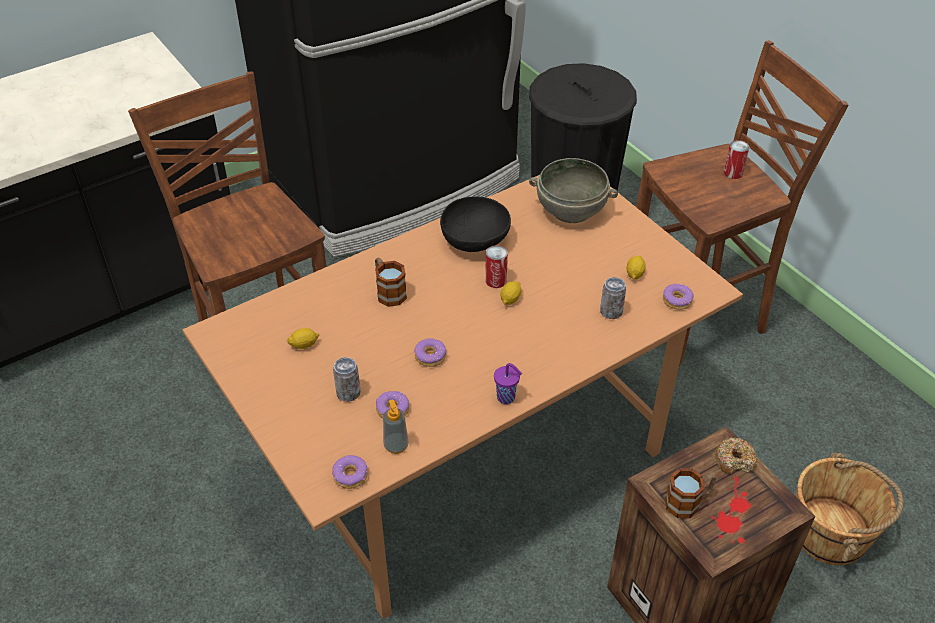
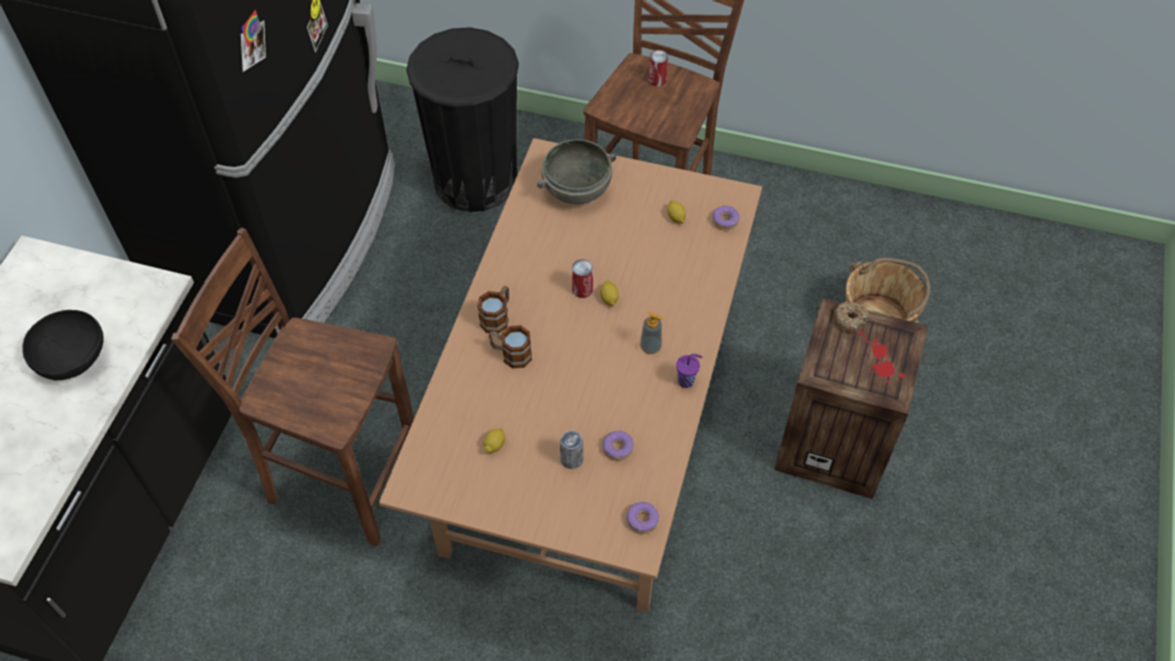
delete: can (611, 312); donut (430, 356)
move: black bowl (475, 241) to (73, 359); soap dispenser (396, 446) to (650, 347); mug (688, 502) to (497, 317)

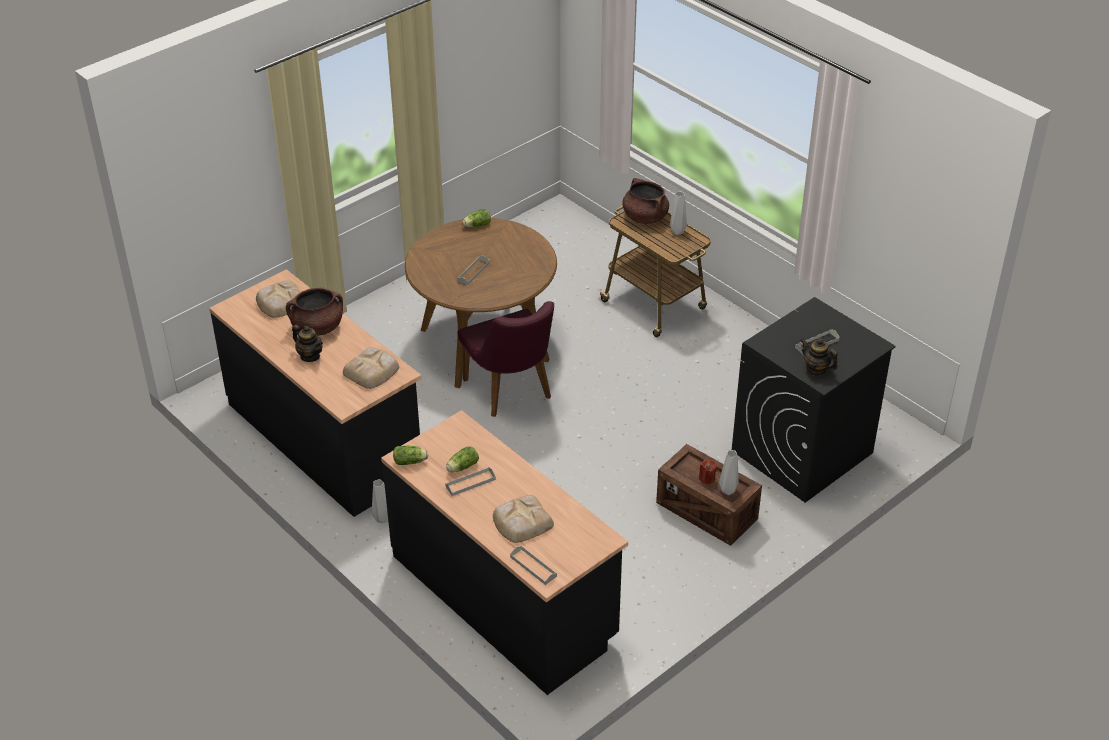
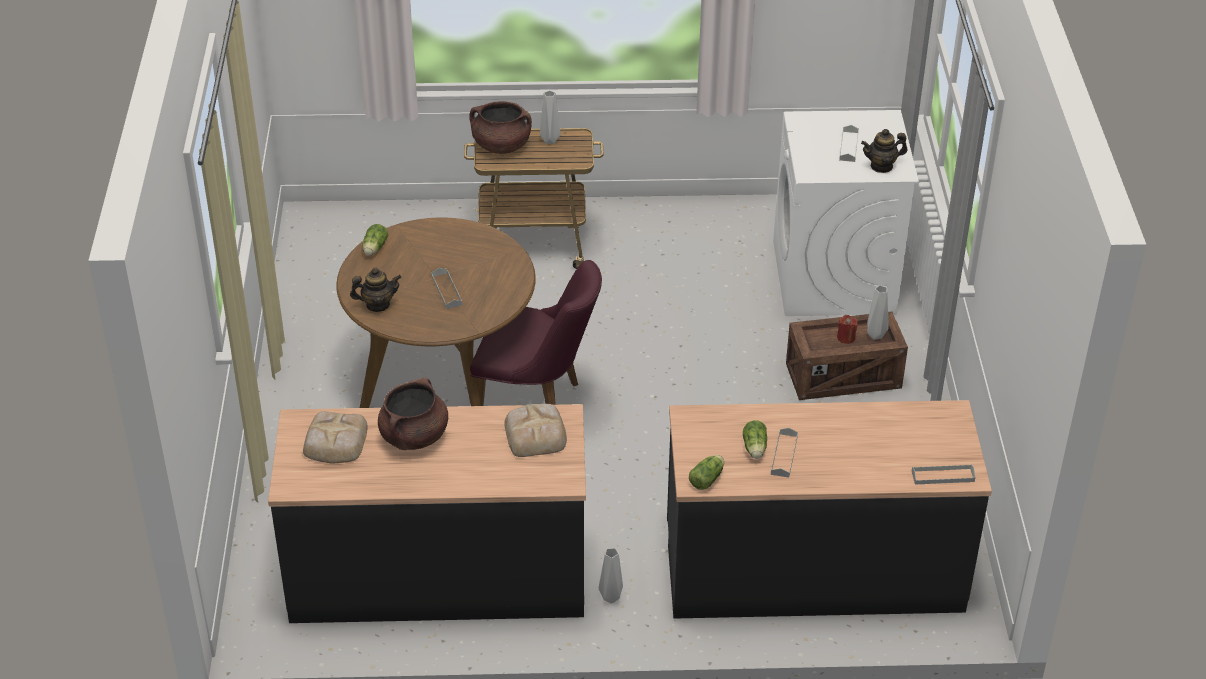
delete: bread (521, 522)
move: teapot (310, 356) to (377, 305)
recolor: black washing machine (802, 452) to white washing machine (834, 278)

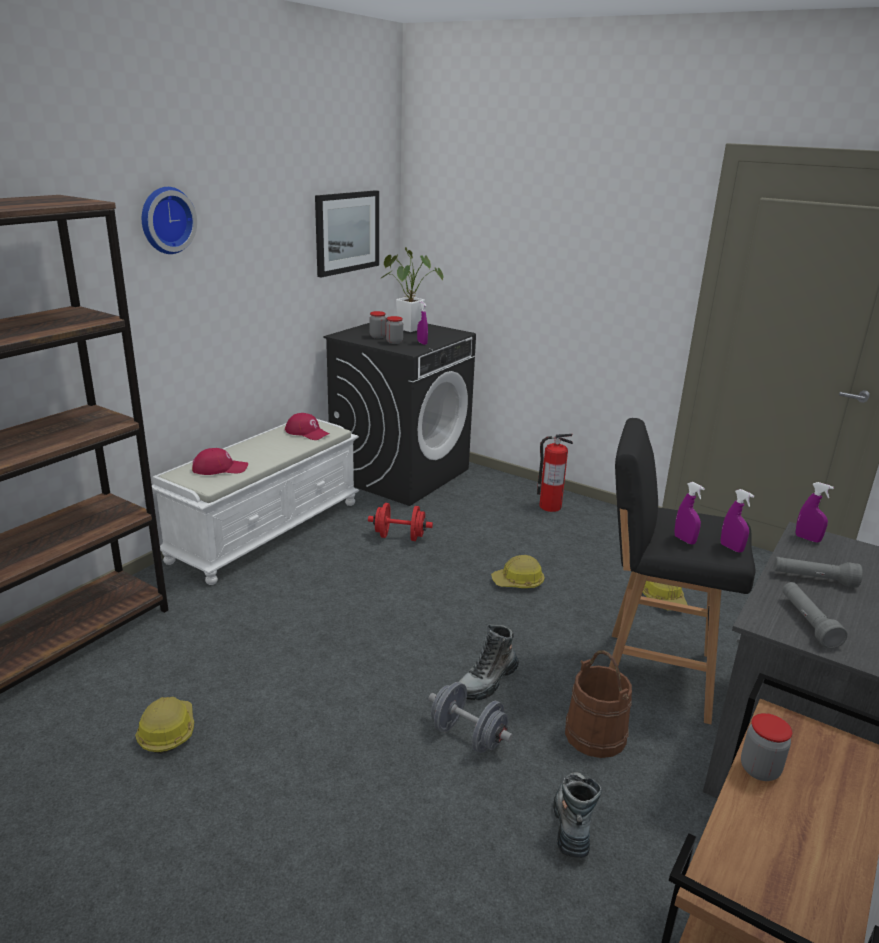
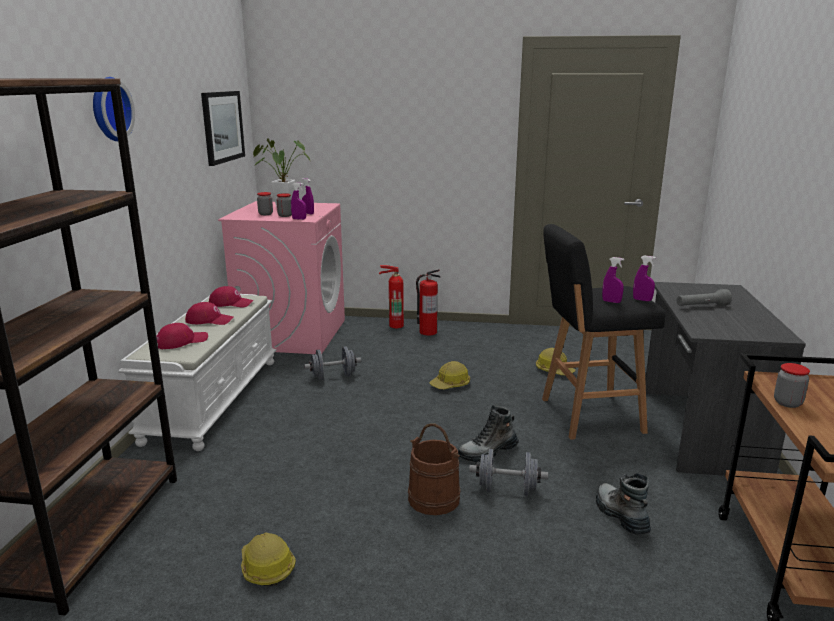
delete: grey flashlight (807, 622)
insert: fire extinguisher (395, 325); red cap (209, 320)
move: purple spray bottle (807, 539) to (299, 219); brown bucket (596, 734) to (434, 498)
recolor: black washing machine (400, 473) to pink washing machine (292, 334); red dumbbell (400, 537) to grey dumbbell (333, 377)
rotate: boot (487, 681) = (488, 452) 45 degrees clockwise

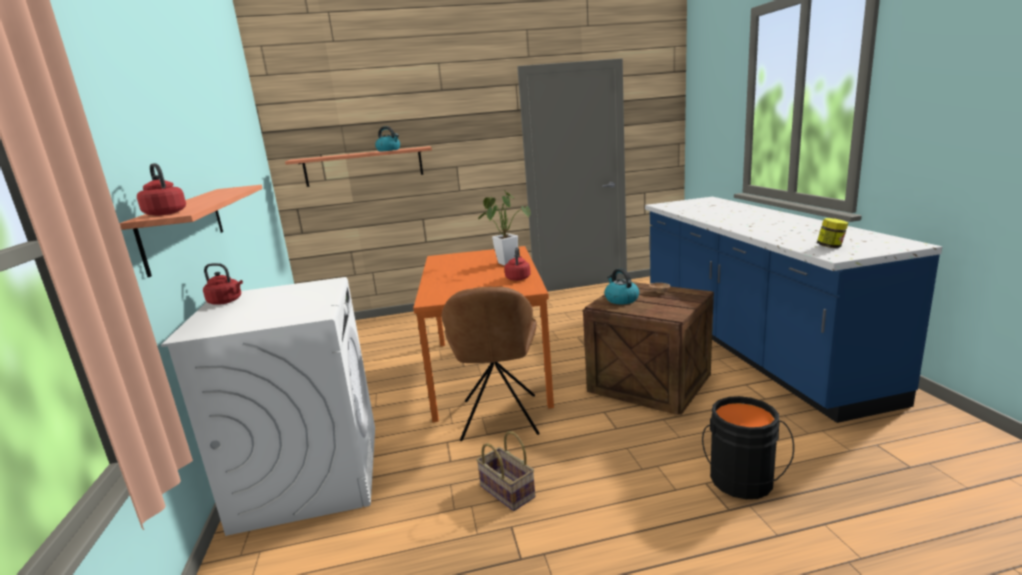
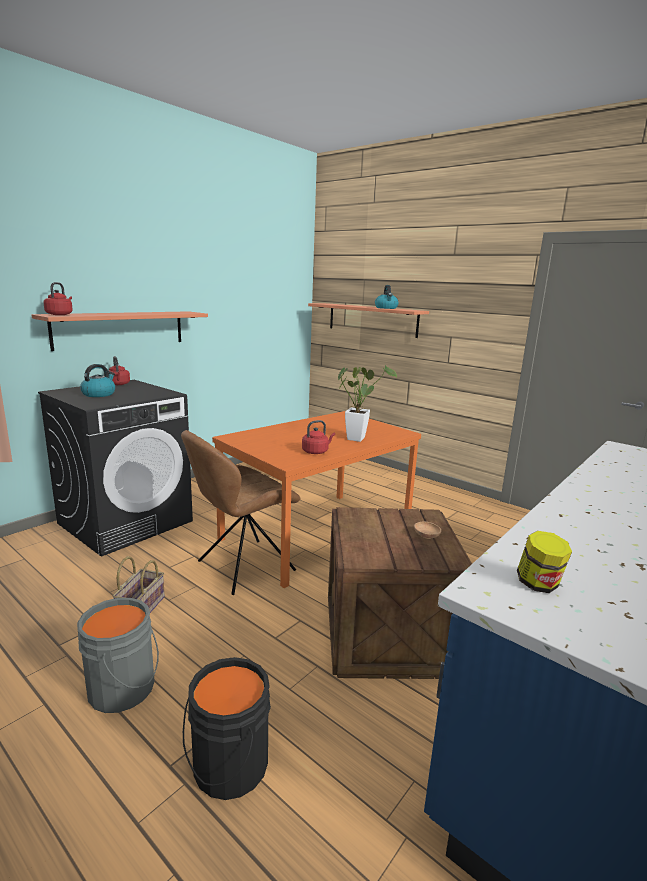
insert: grey bucket (125, 688)
move: kettle (621, 299) to (99, 394)
recolor: white washing machine (310, 474) to black washing machine (126, 522)

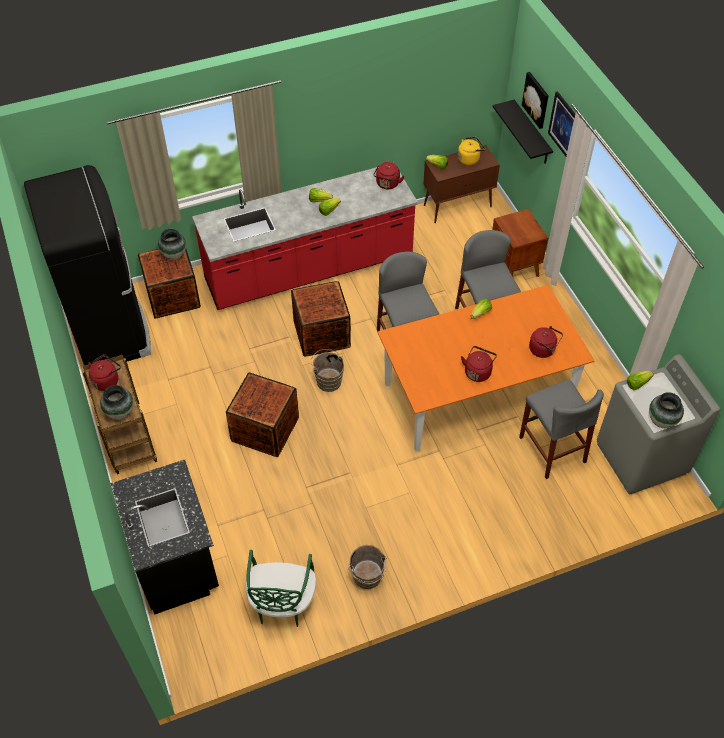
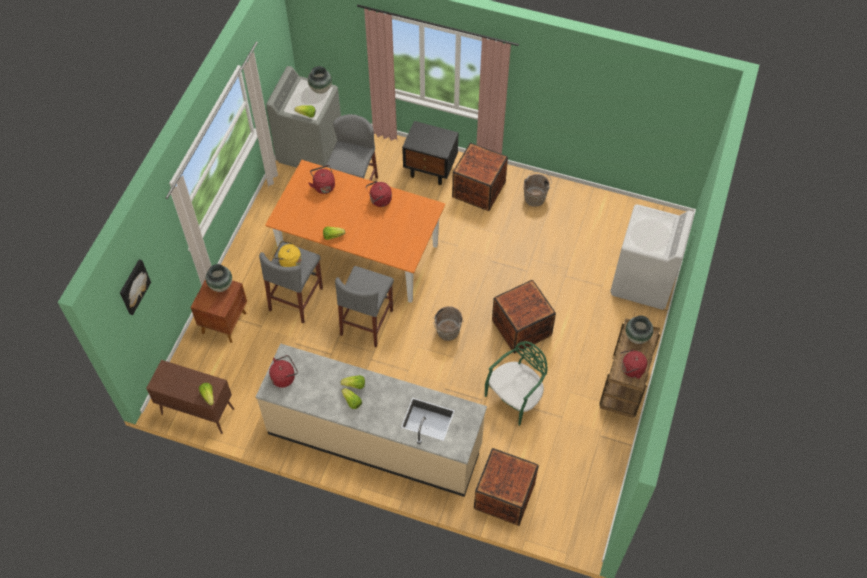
delete: picture (563, 125); black shelf (531, 133); black fridge (110, 328)
insert: black nightstand (431, 170)
move: yellow kettle (469, 159) to (288, 262); vase (174, 255) to (221, 286); crate (321, 334) to (479, 189); green chair (282, 603) to (515, 398)
replace: black counter (176, 561) to white washing machine (643, 281)
recolor: red counter (309, 269) to beige counter (375, 439)

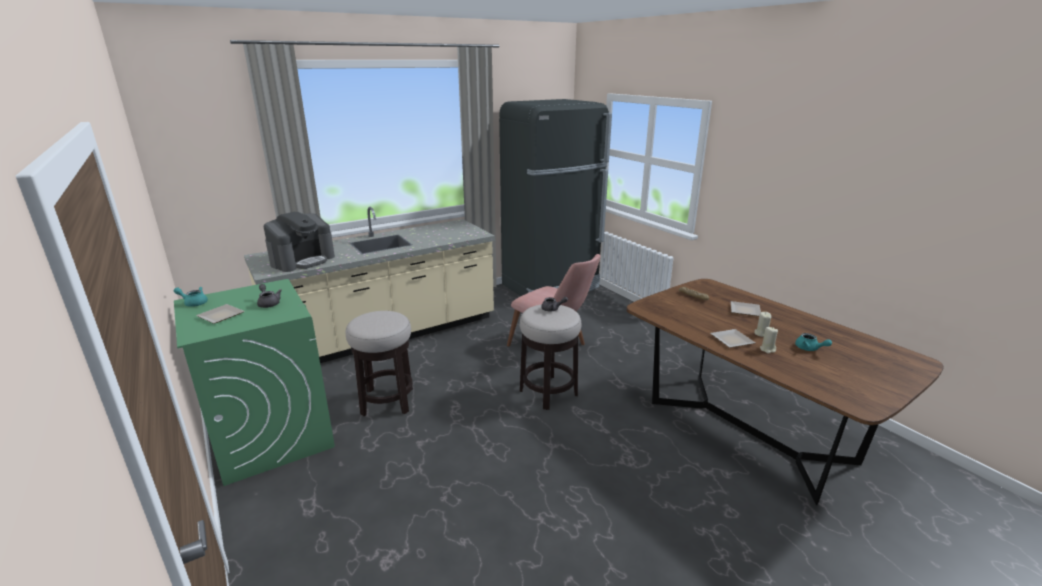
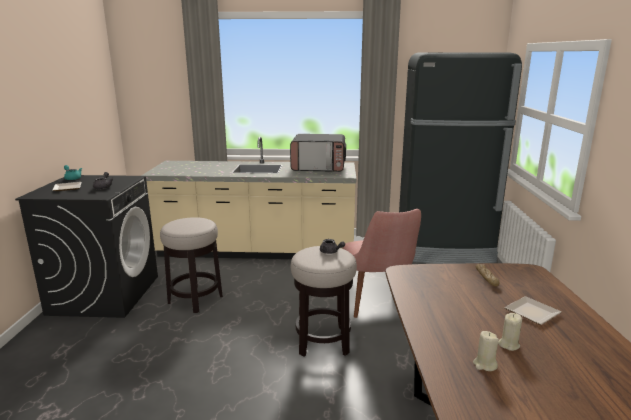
delete: coffee machine (303, 260); plate (731, 341); turquoise teapot (809, 349)
insert: microwave (319, 167)
recolor: green washing machine (271, 435) to black washing machine (105, 294)

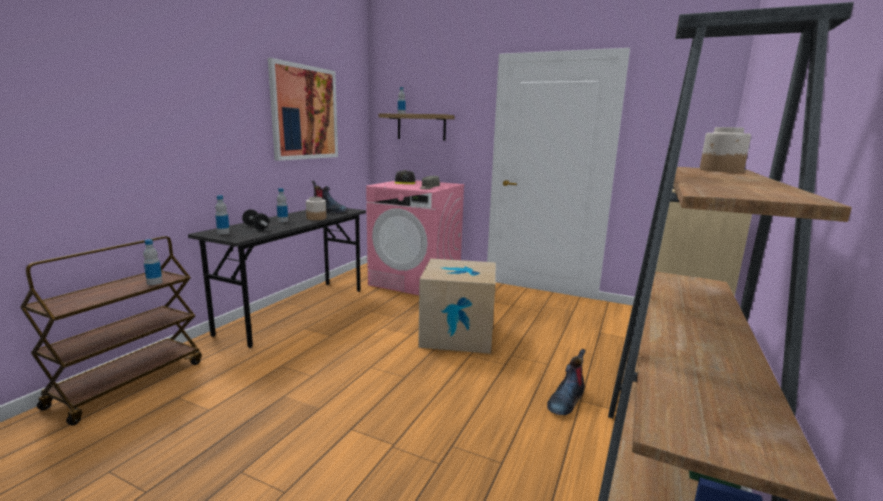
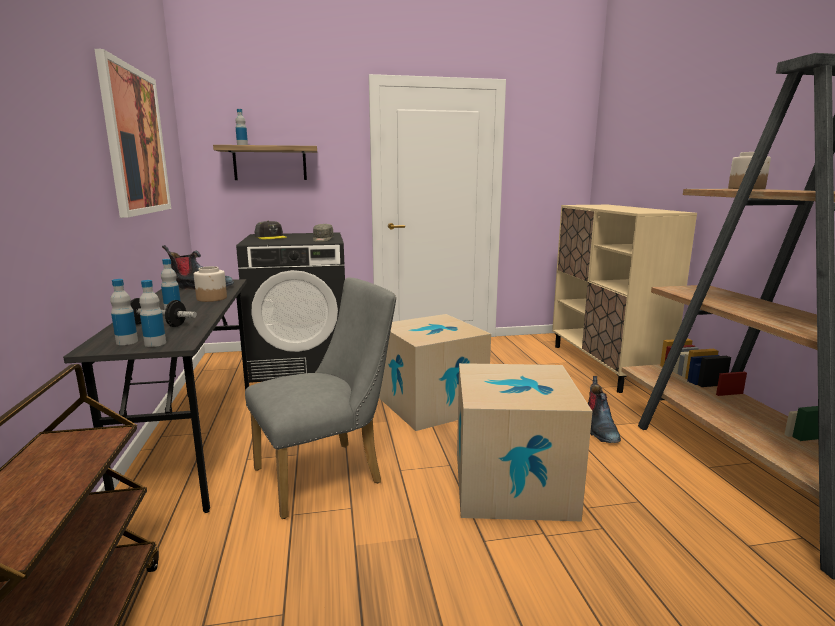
insert: grey chair (327, 474); cardboard box (512, 484)
move: bottle (154, 282) to (155, 343)
recolor: pink washing machine (416, 281) to black washing machine (302, 363)

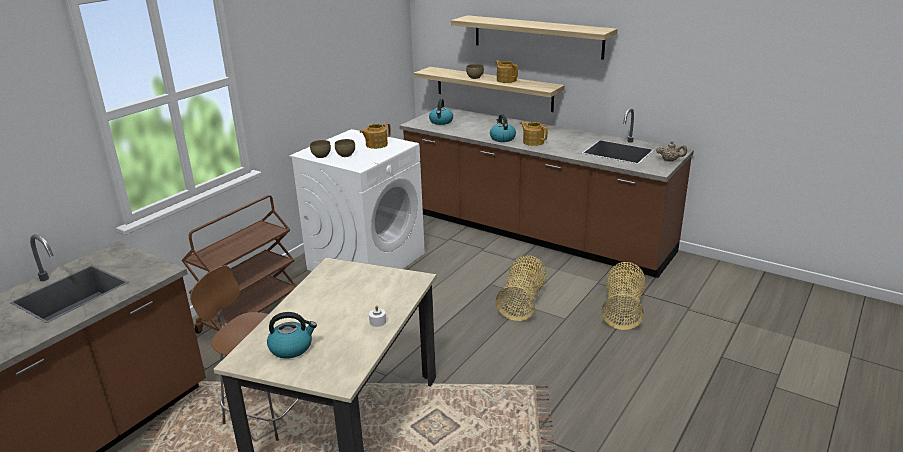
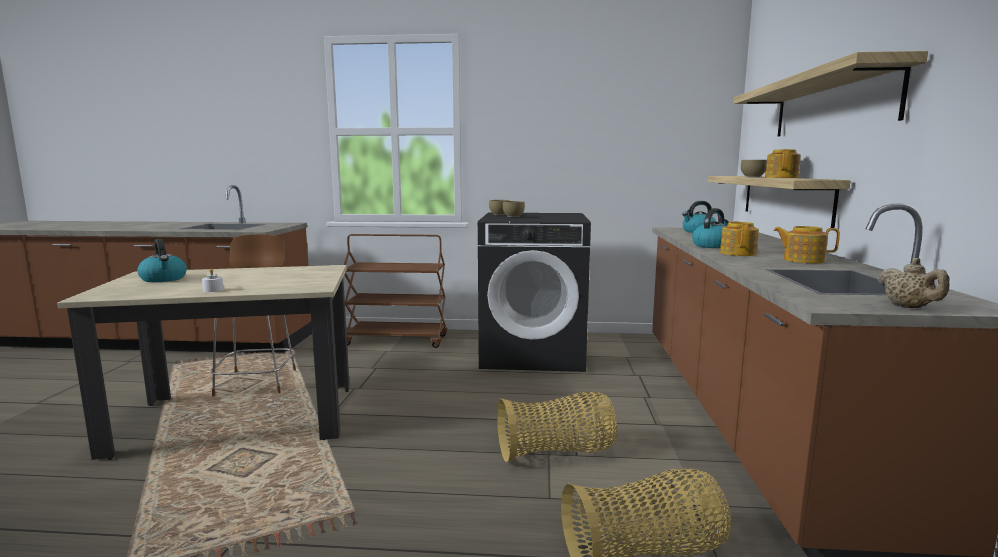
move: teapot (376, 145) to (802, 260)
recolor: white washing machine (366, 261) to black washing machine (533, 353)

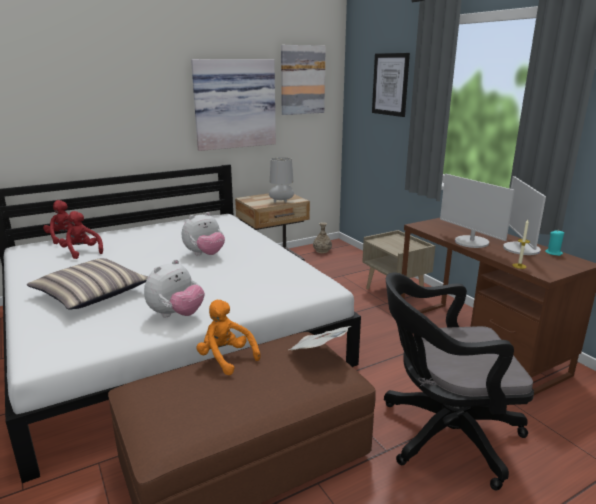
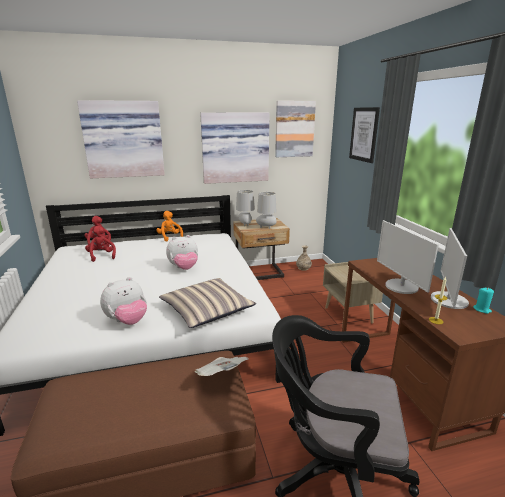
insert: picture (124, 139); grey table lamp (245, 225)
move: pillow (92, 293) to (207, 310); orange plush toy (226, 358) to (170, 237)

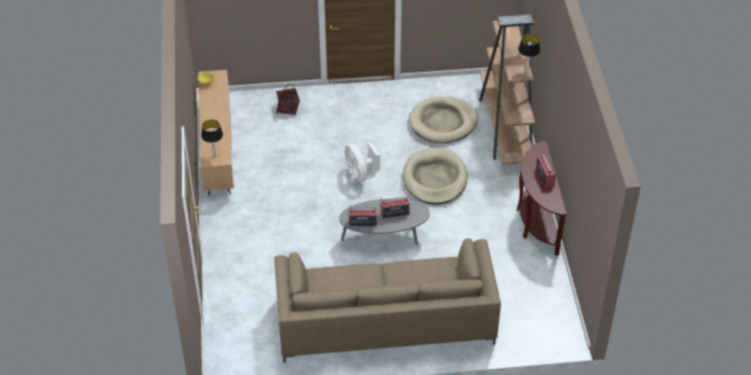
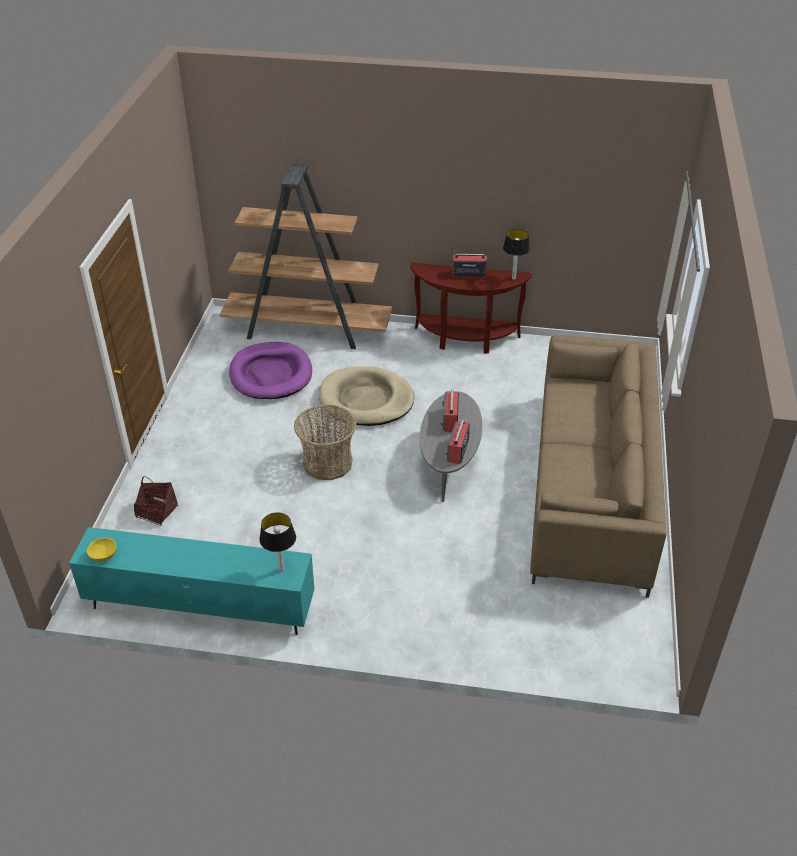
move: table lamp (526, 71) to (514, 278)
replace: white fan (360, 174) to basket (327, 463)
recolor: brown tv stand (218, 149) to turquoise tv stand (200, 607); beige dog bed (443, 122) to purple dog bed (271, 374)

